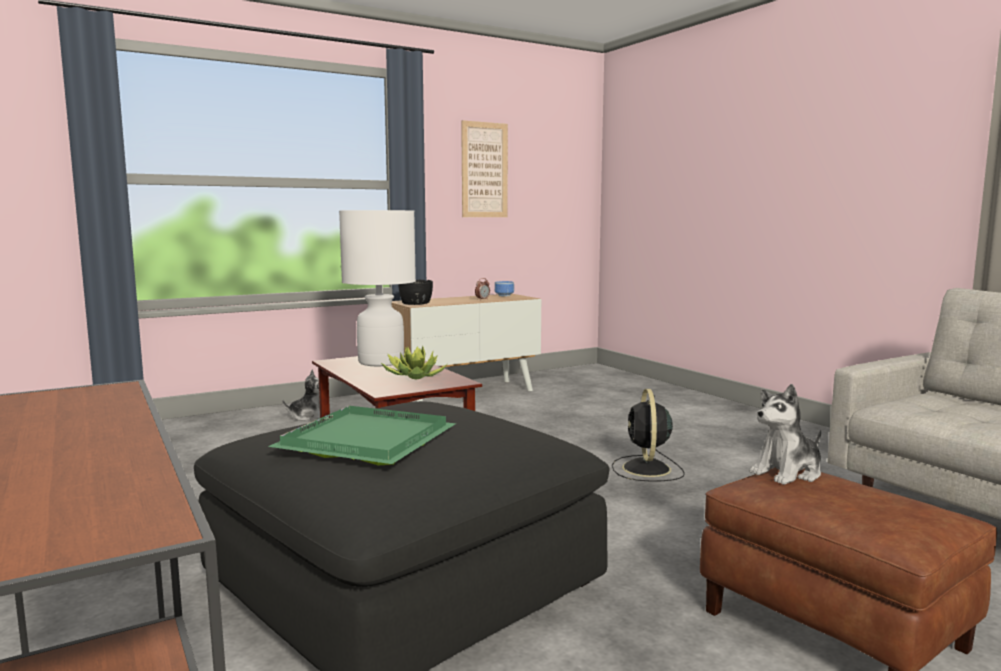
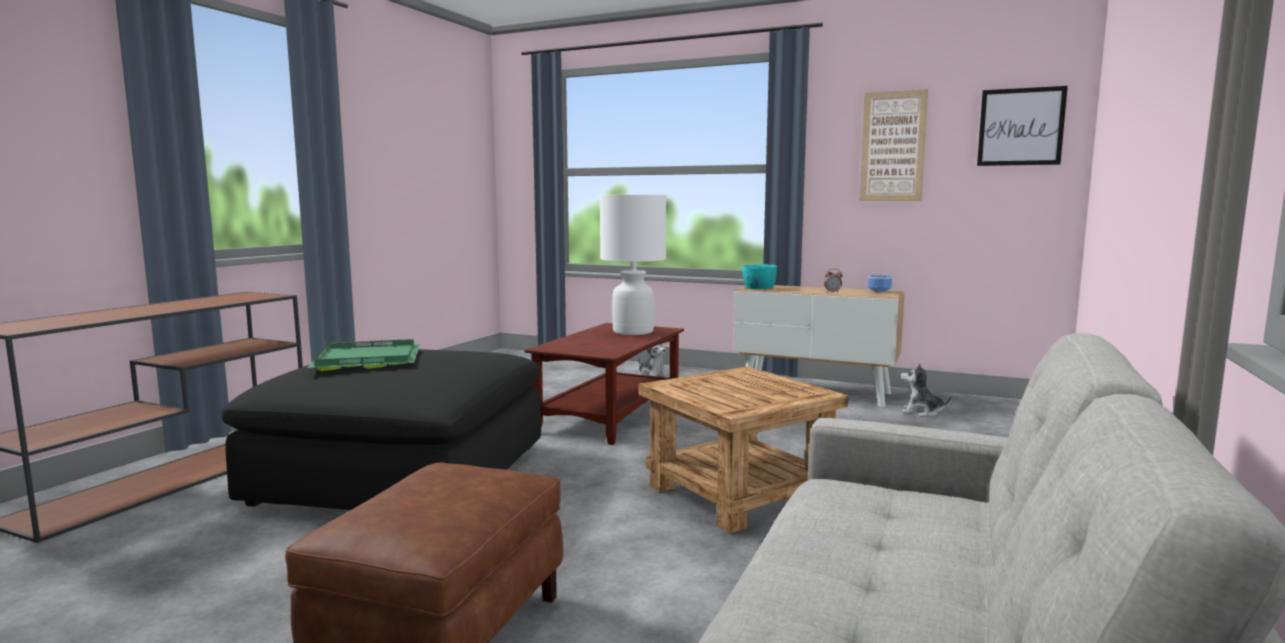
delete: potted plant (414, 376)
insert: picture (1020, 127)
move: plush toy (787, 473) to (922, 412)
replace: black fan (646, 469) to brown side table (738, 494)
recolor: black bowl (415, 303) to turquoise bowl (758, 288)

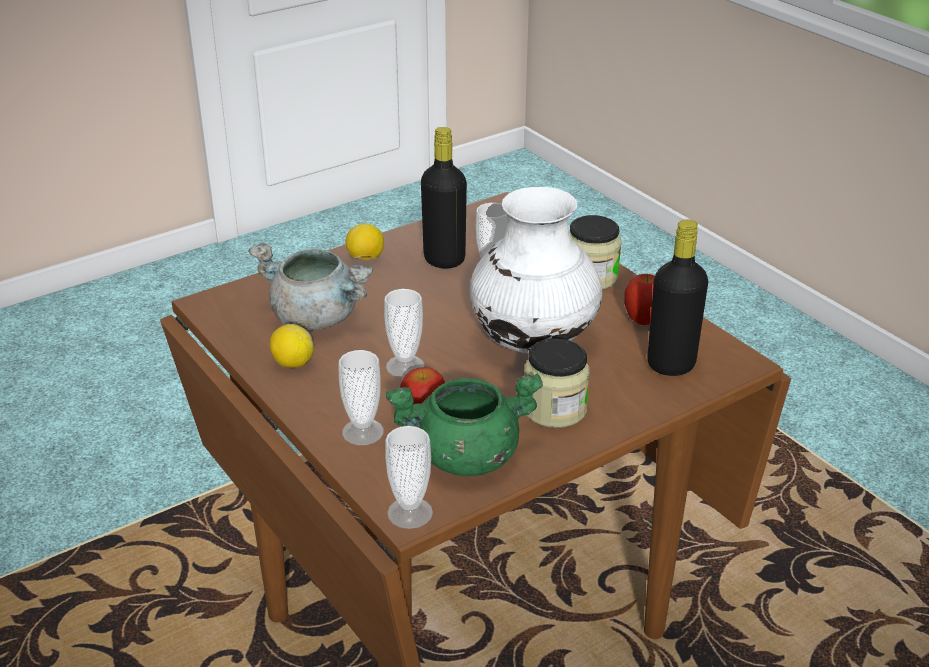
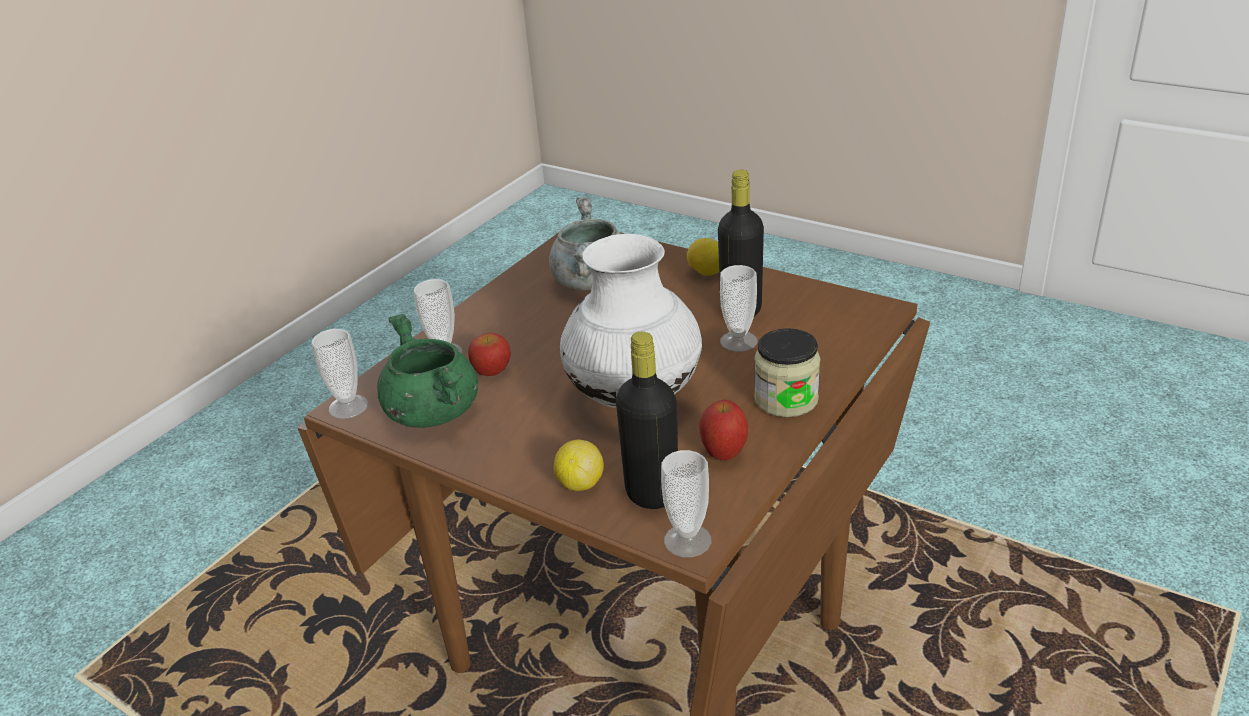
delete: jar (554, 409)
move: cup (405, 366) to (687, 540); lemon (293, 363) to (580, 483)

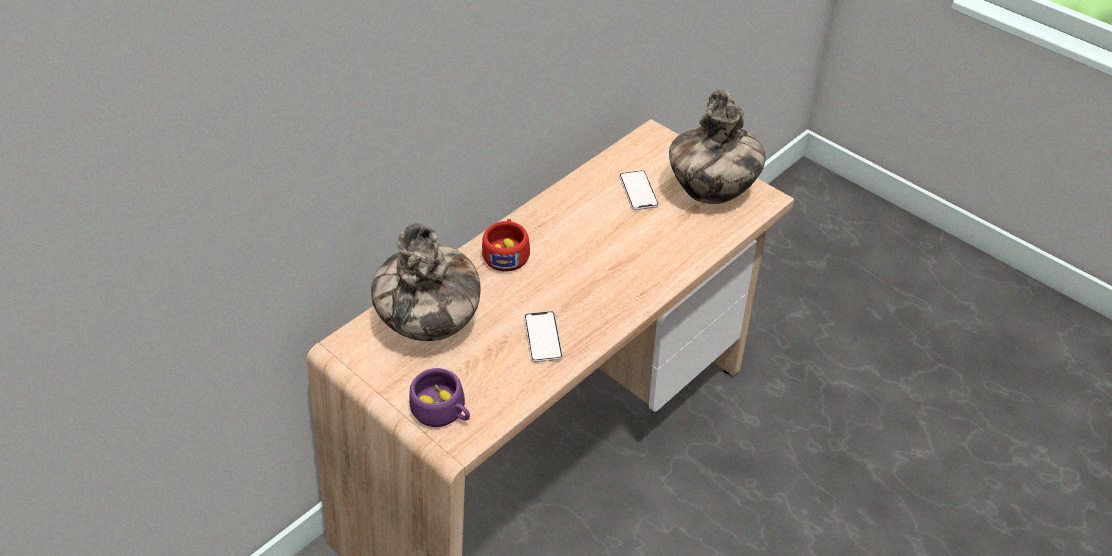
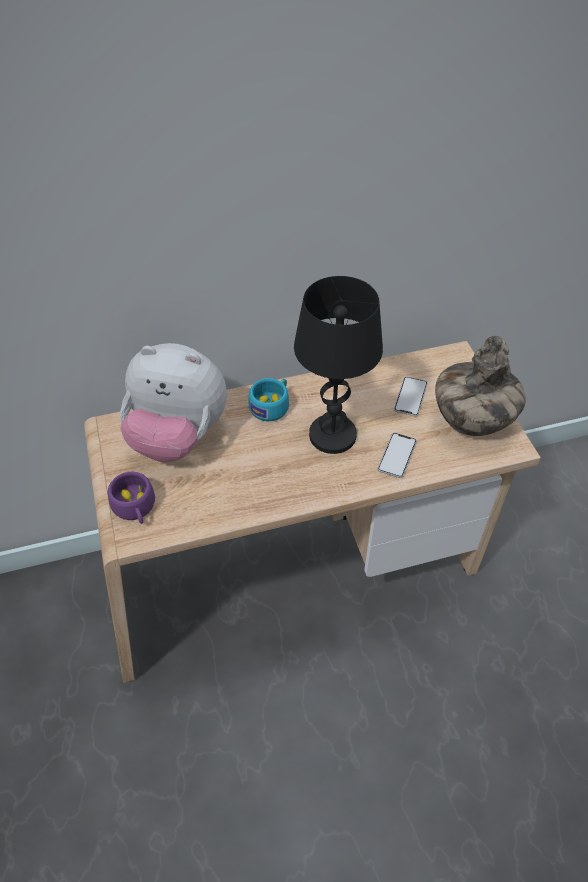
insert: black table lamp (333, 435)
move: phone (543, 337) to (397, 456)
replace: vase (431, 324) to plush toy (177, 436)
recolor: red cup (507, 253) to turquoise cup (272, 405)

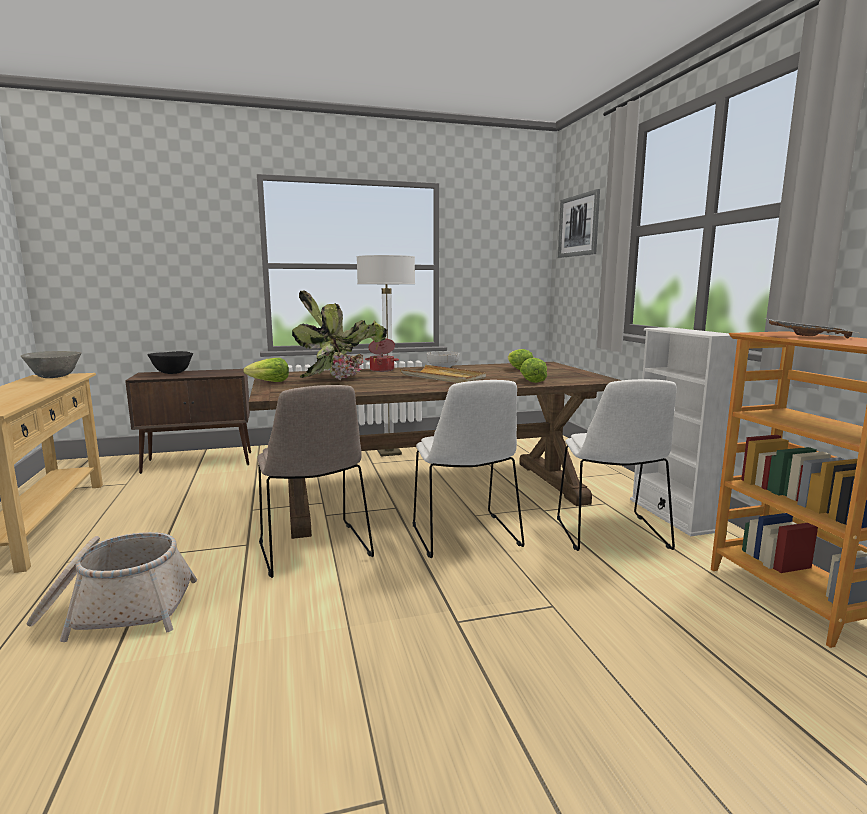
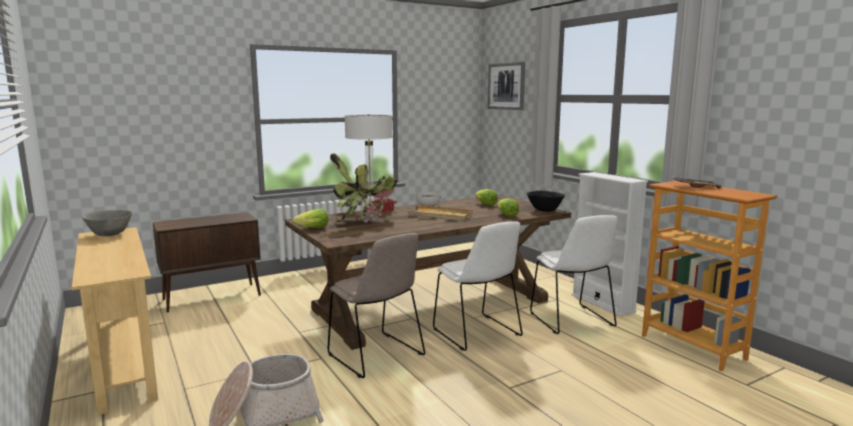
move: black bowl (172, 373) to (544, 211)

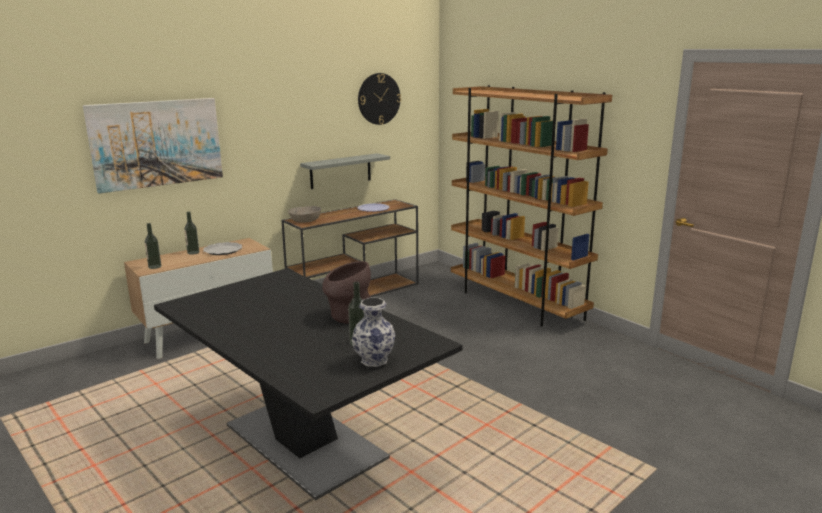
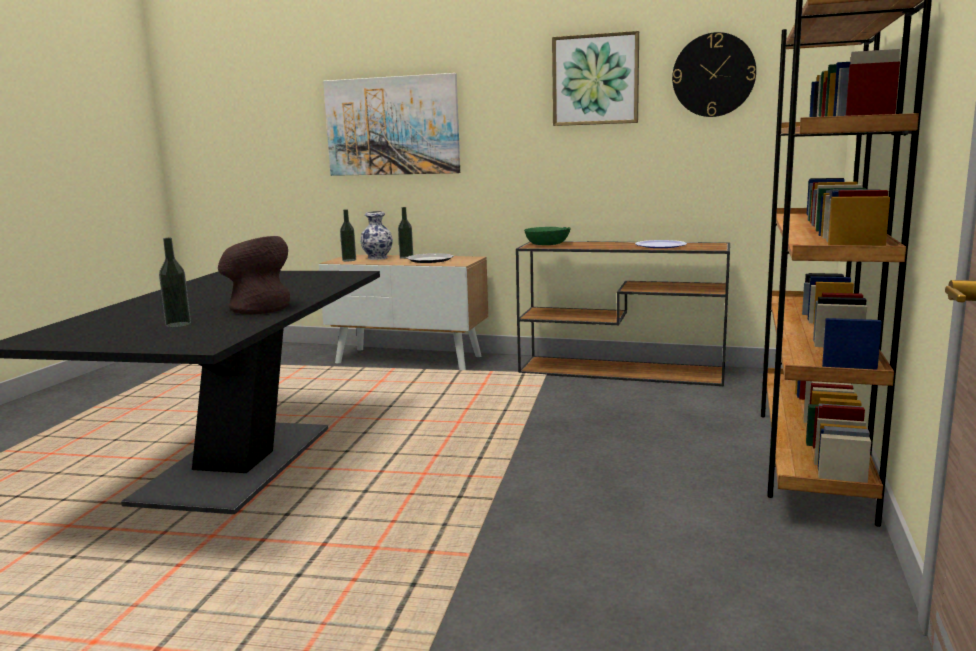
delete: grey shelf (340, 171)
insert: picture (595, 80)
move: vase (375, 360) to (378, 258)
recolor: grey bowl (305, 220) to green bowl (547, 244)

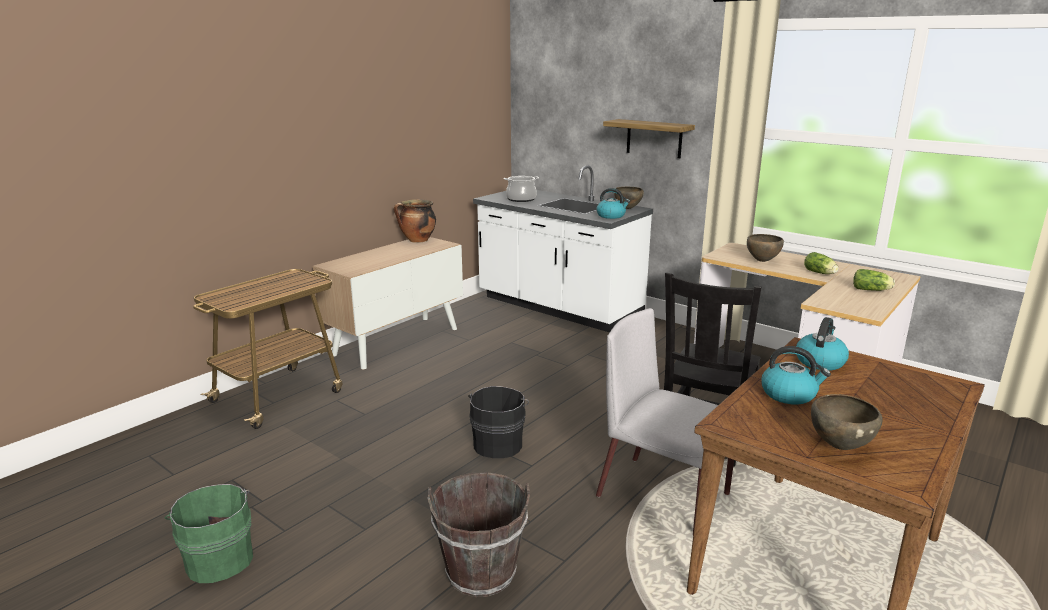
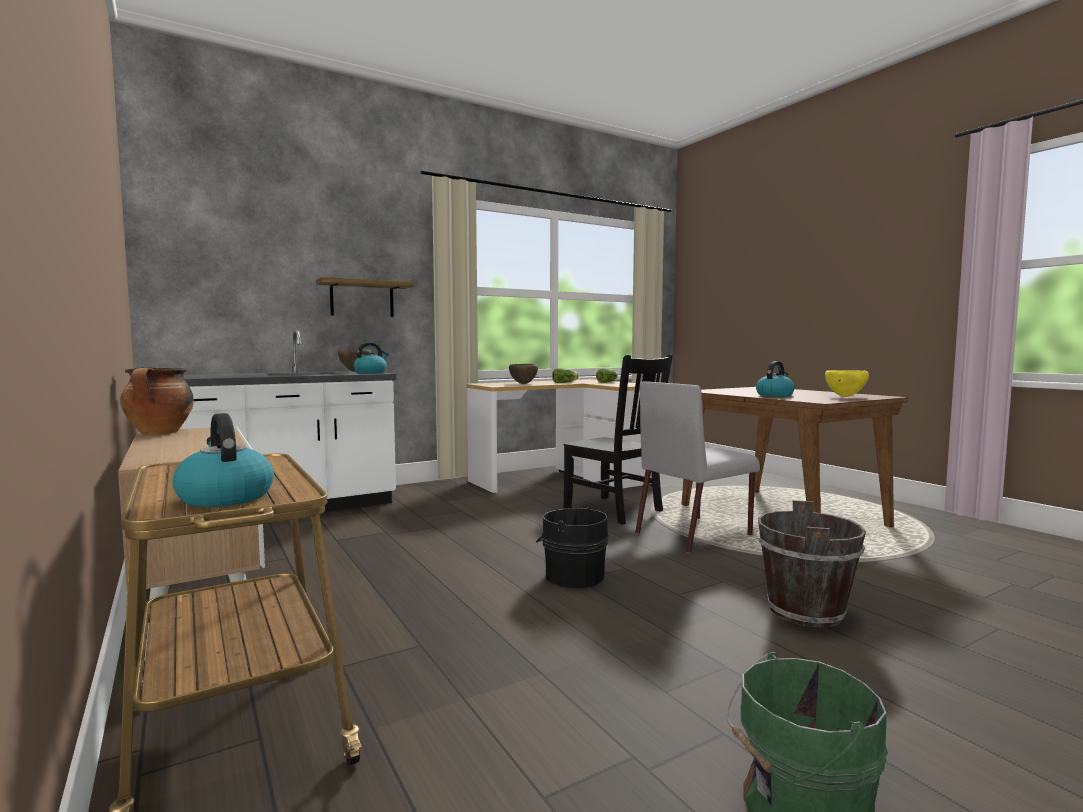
delete: cooking pot (521, 199)
move: kettle (820, 361) to (225, 497)
recolor: brown bowl (839, 446) to yellow bowl (844, 397)

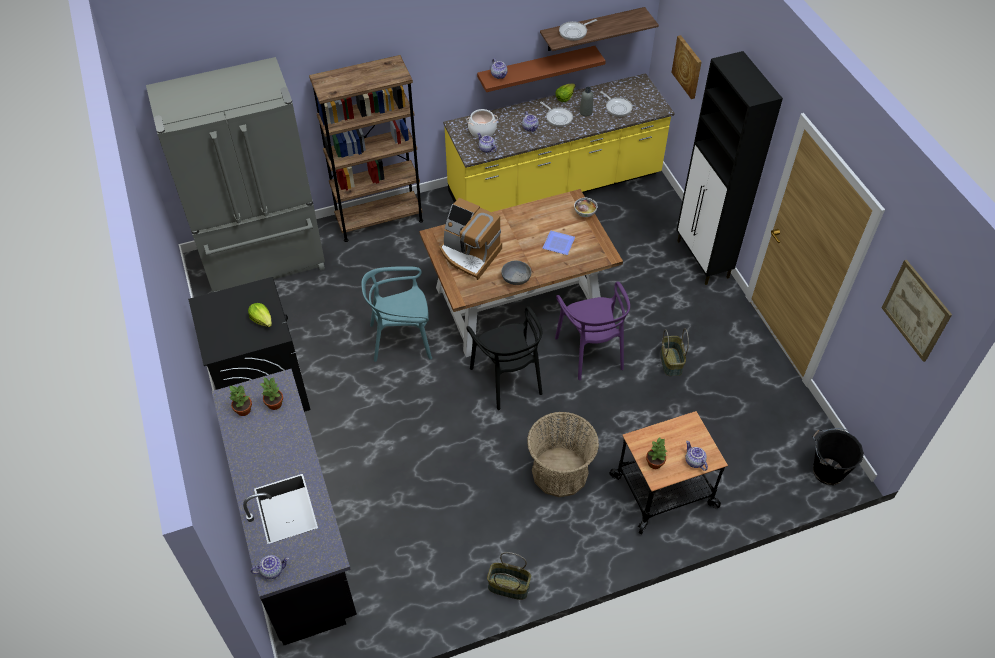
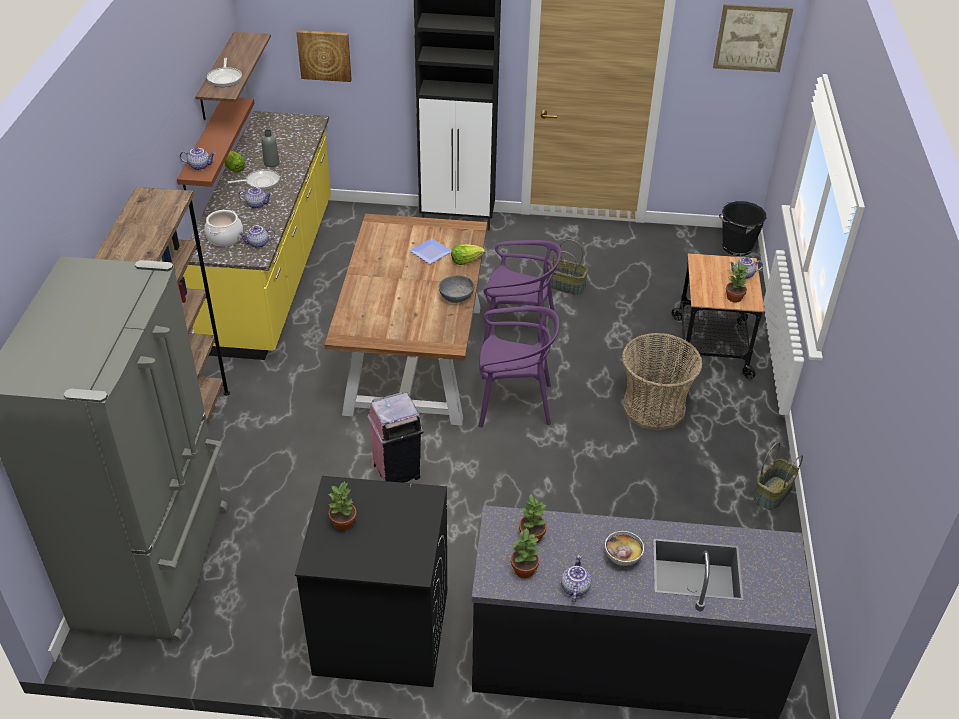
delete: frying pan (617, 107); coffee machine (469, 254)
insert: potted plant (344, 523)
move: bowl (585, 213) to (622, 558); lettuce (262, 320) to (466, 260); teapot (272, 570) to (574, 588)
replace: turquoise chair (401, 339) to pink trash can (397, 470)
recolor: black chair (508, 379) to purple chair (513, 403)

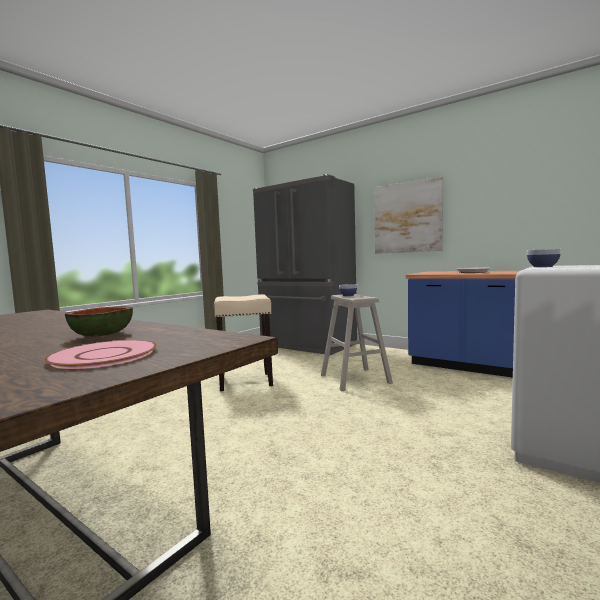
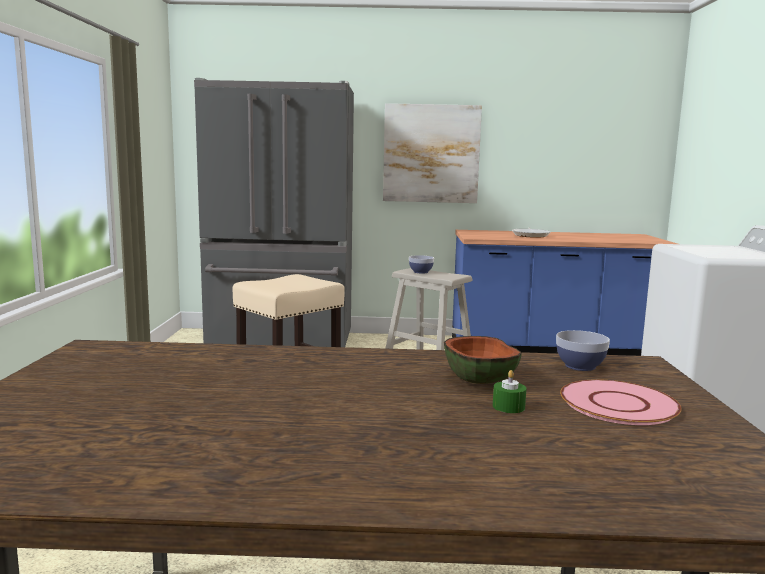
insert: green candle (508, 407)
move: bowl (542, 266) to (580, 366)

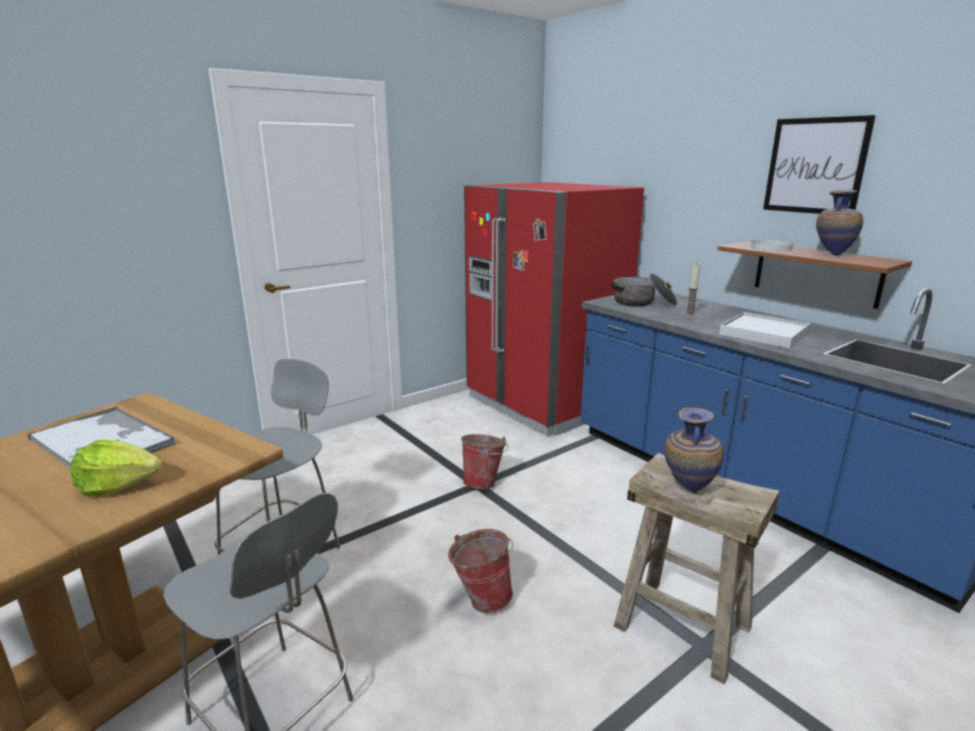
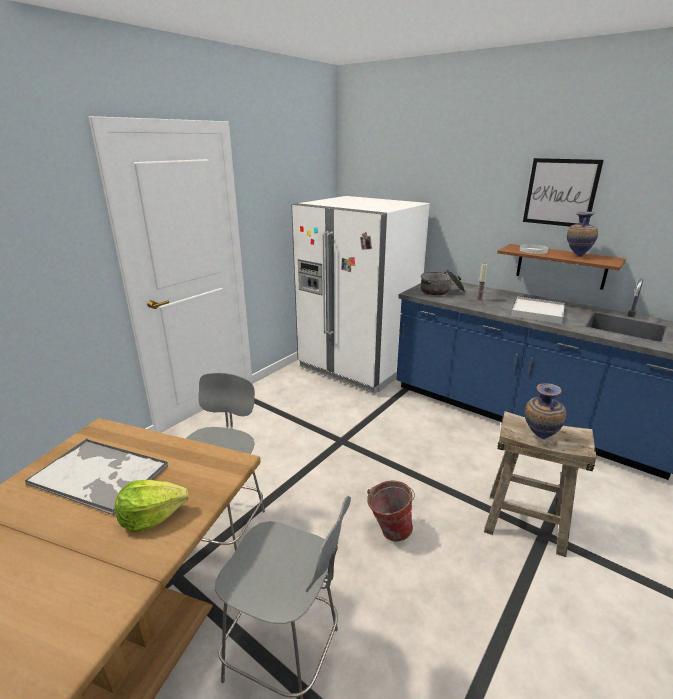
delete: bucket (484, 483)
recolor: red fridge (543, 403) to white fridge (357, 366)

